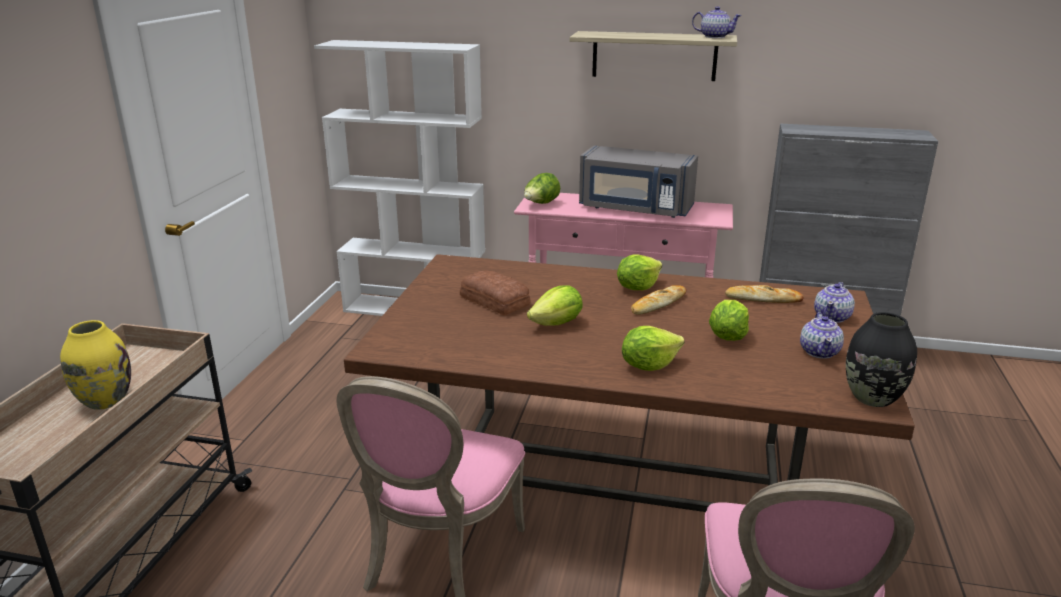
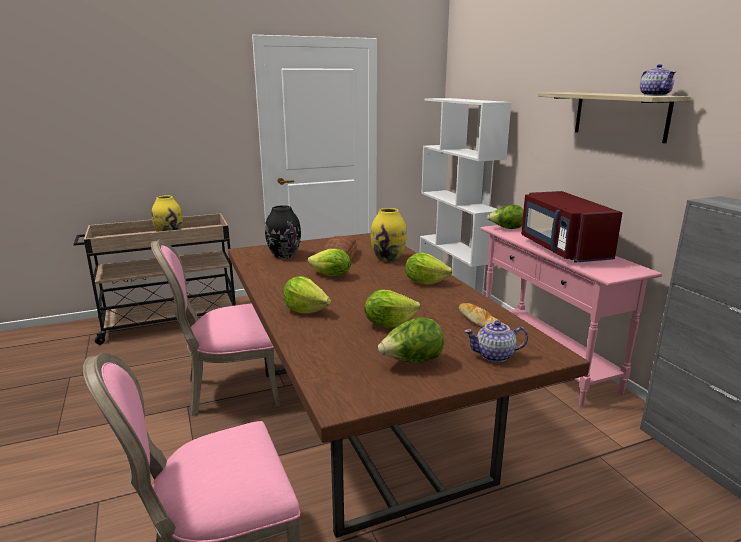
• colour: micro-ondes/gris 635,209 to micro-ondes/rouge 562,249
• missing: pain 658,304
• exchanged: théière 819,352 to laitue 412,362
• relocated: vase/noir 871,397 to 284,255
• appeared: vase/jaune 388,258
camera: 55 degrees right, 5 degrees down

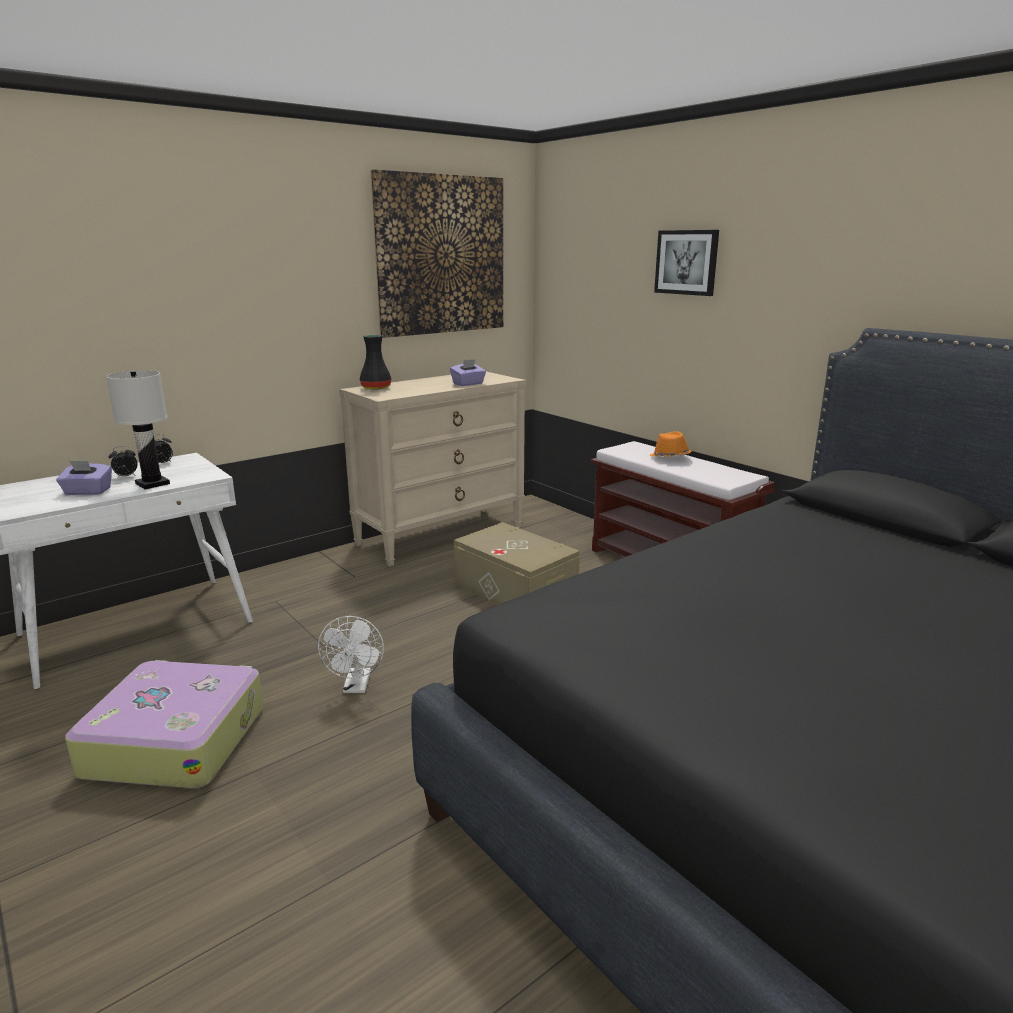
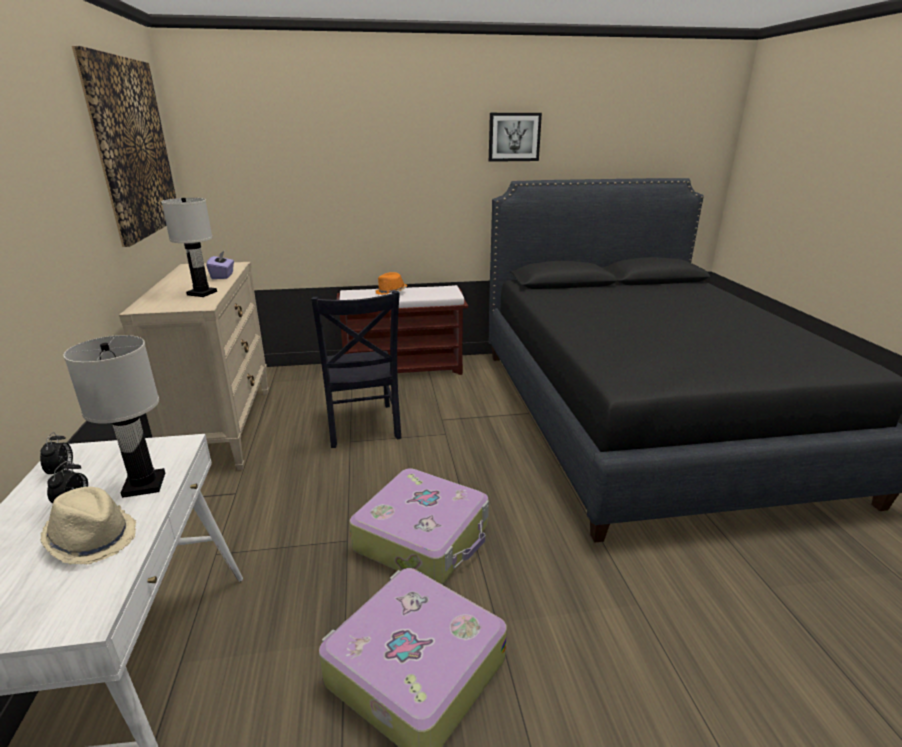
• exchanged: boîte à mouchoirs/violet 87,492 to chapeau/beige 93,538
• exchanged: ventilateur/blanc 356,687 to valise 423,537
• missing: vase/noir 376,388
• exchanged: boîte de rangement/beige 515,589 to chaise/noir 362,427
• relocated: tableau 687,262 to 514,137
• appeared: lampe de table/blanc 201,293
camera: 60 degrees left, 5 degrees up

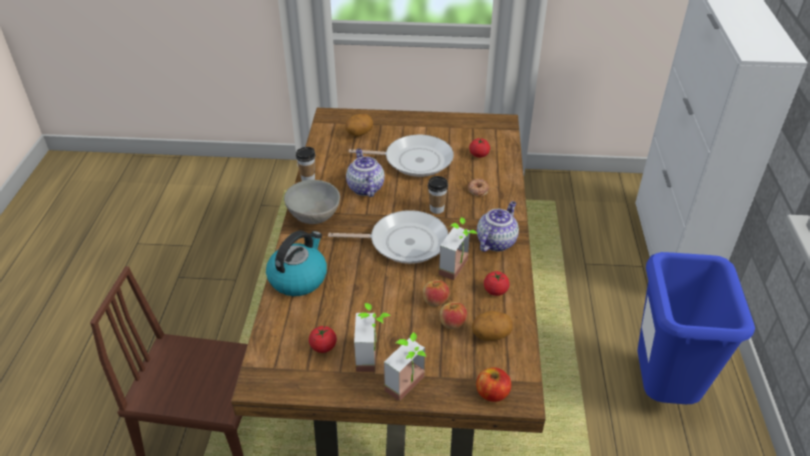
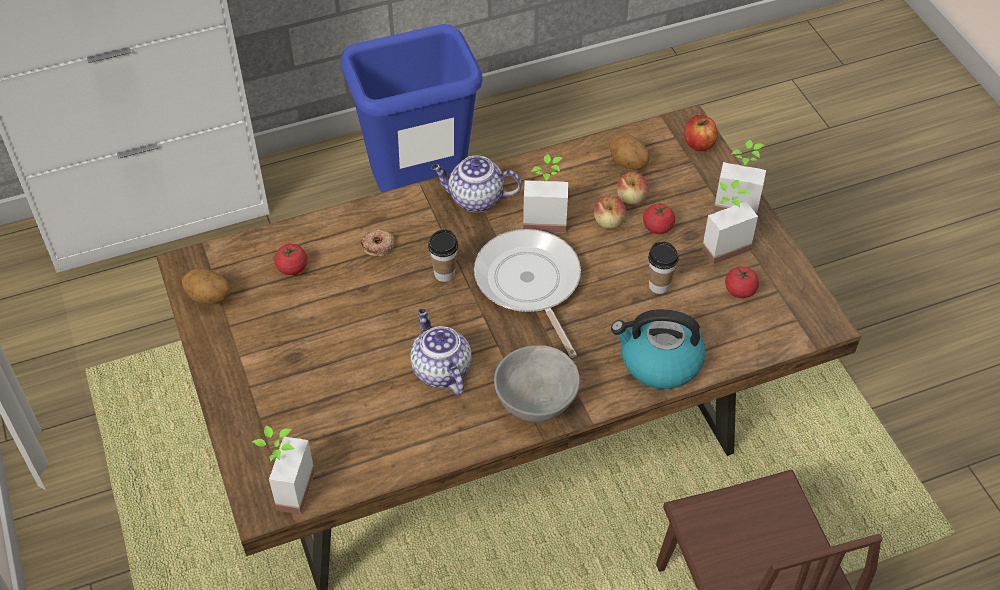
• relocated: tasse 308,179 to 659,286
• relocated: pomme de terre 359,133 to 208,298
• spun: théière 365,187 = 440,370 105 degrees clockwise
• missing: poêle 414,160
• relocated: tomate 495,291 to 657,227
• appeared: plante en pot 285,489
camera: 115 degrees left, 10 degrees up

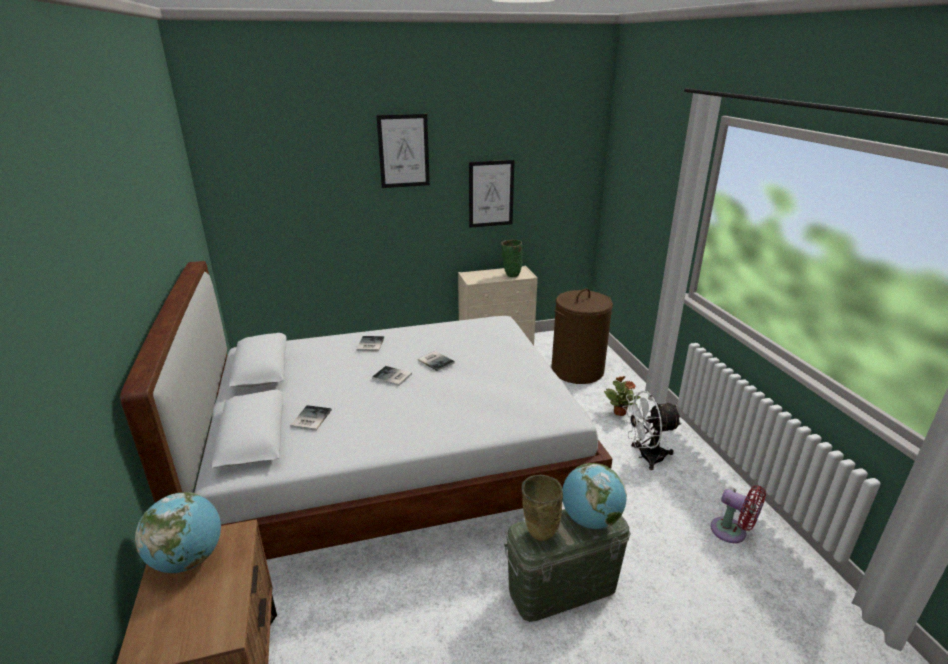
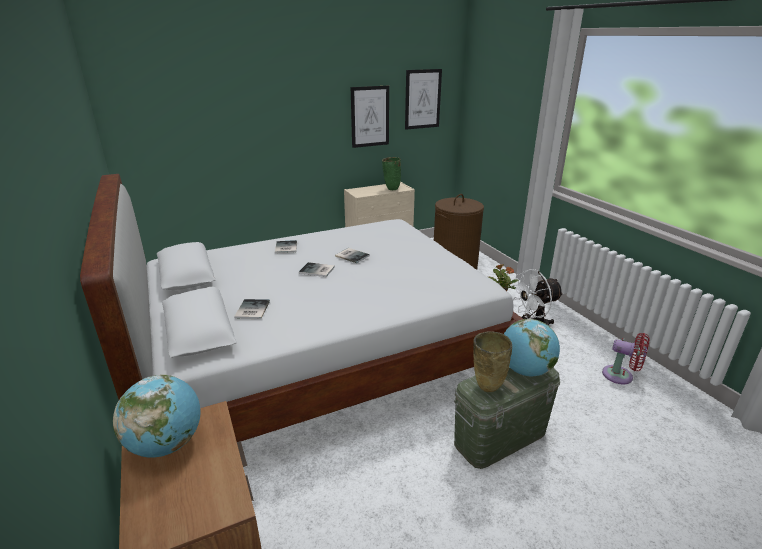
• relocated: tableau 403,151 to 422,99
camera: 10 degrees left, 0 degrees up

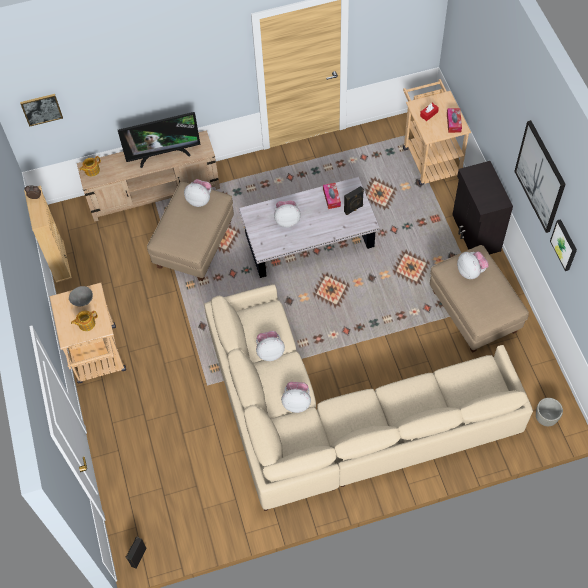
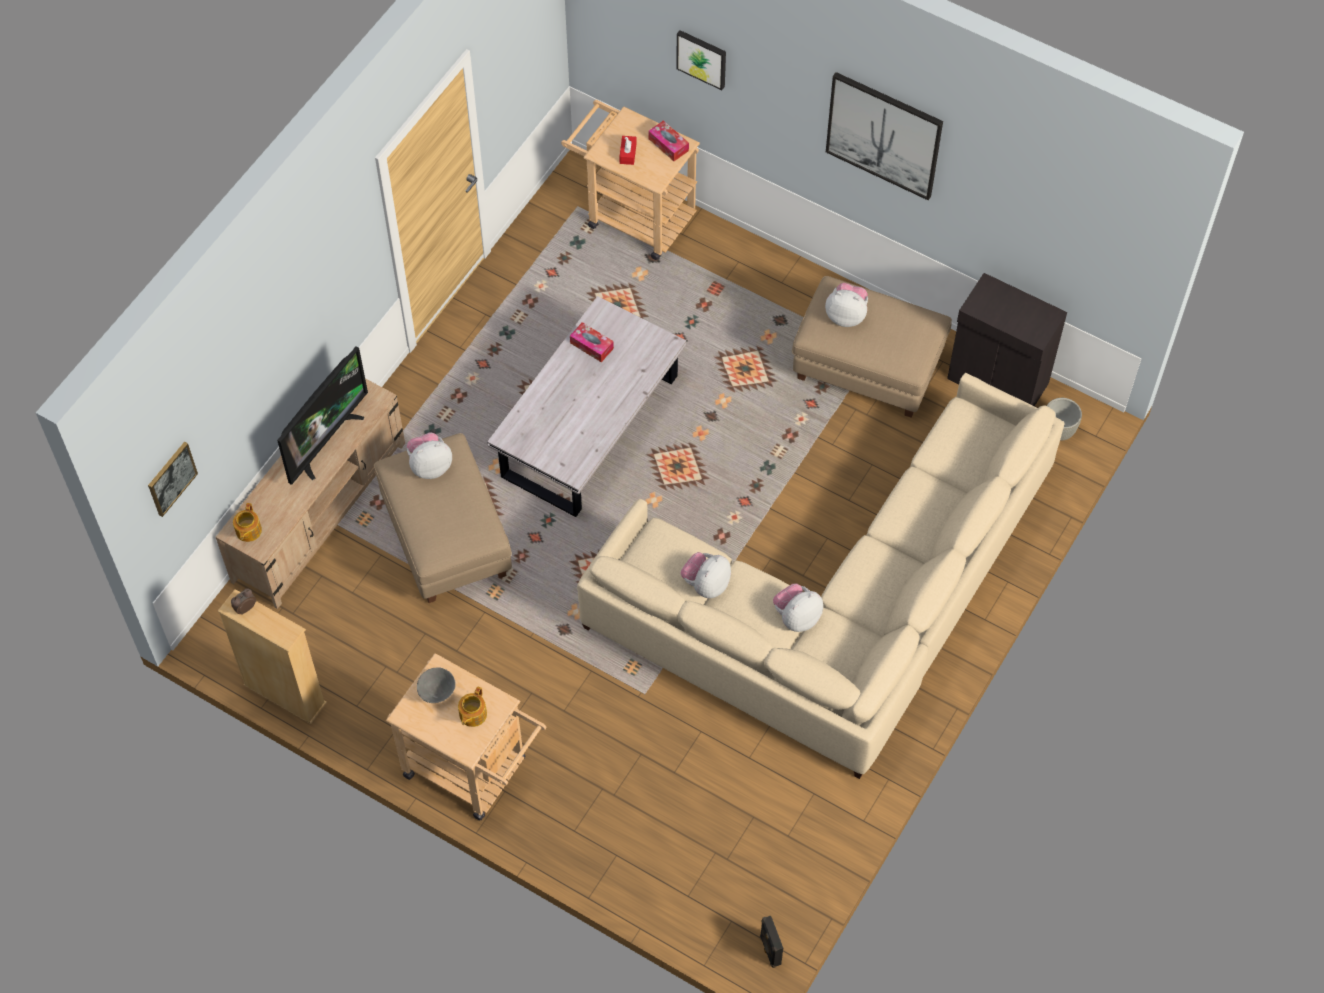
• missing: peluche 287,220
• missing: enceinte/noir 353,209
• relocated: meuble de rangement/noir 475,233 to 997,382
• relocated: tableau 564,244 to 702,58
camera: 45 degrees left, 0 degrees up

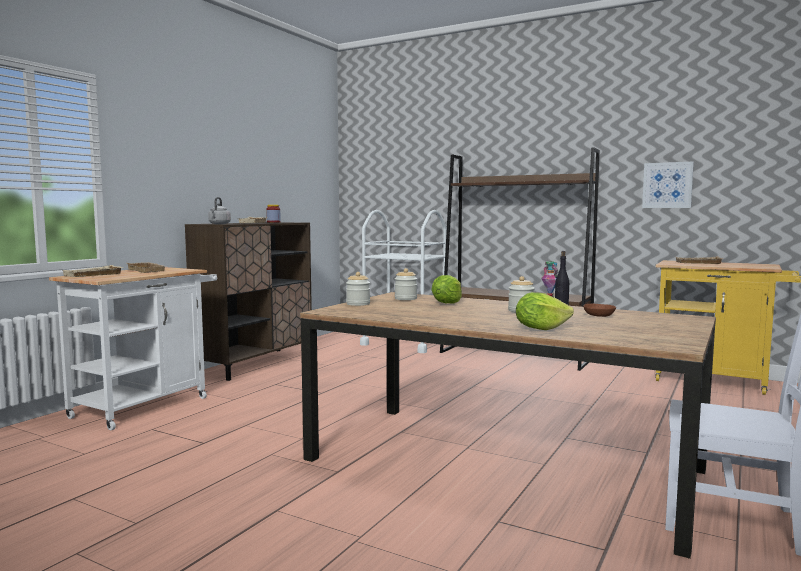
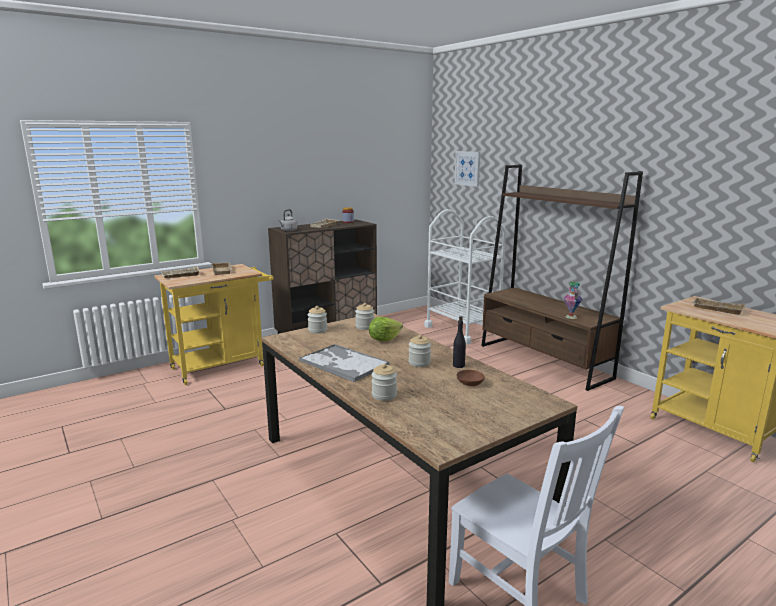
• colour: chariot/blanc 147,405 to chariot/jaune 223,365
• exchanged: laitue 540,328 to bocal 384,395
• relocated: tableau 667,185 to 468,168
• appeared: plateau 343,363
camera: 25 degrees right, 10 degrees up

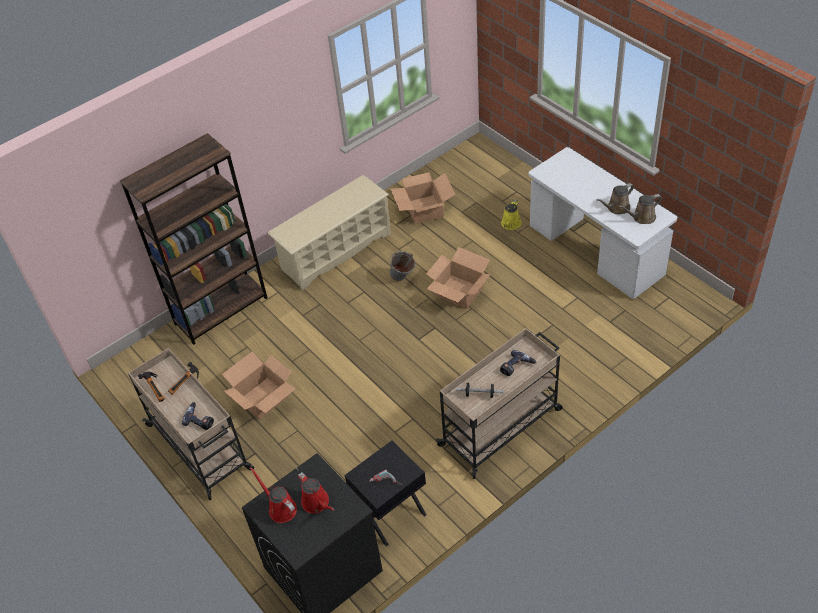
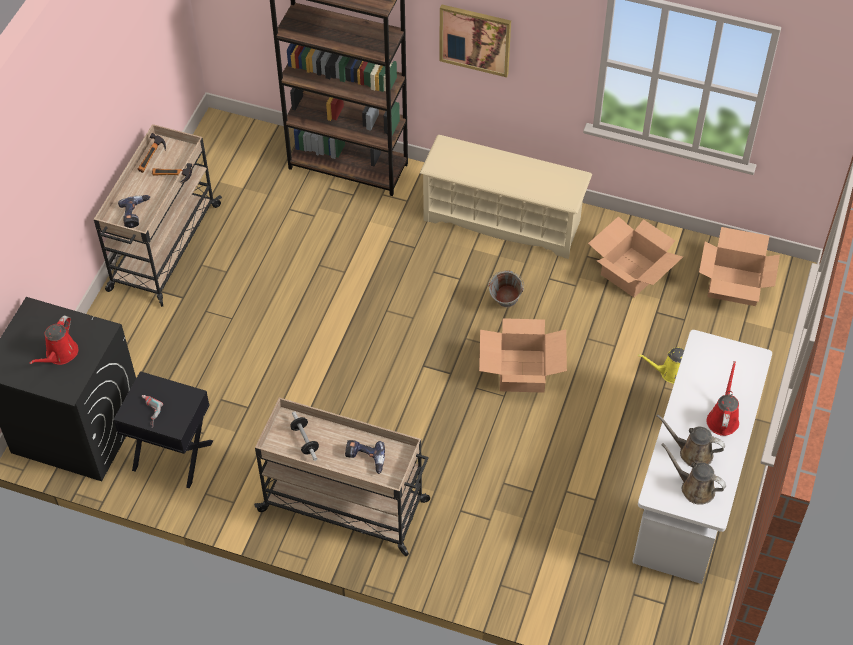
• relocated: carton 264,398 to 734,285
• relocated: arrosoir/rouge 280,508 to 723,418
• appeared: tableau 475,39
camera: 55 degrees right, 5 degrees up

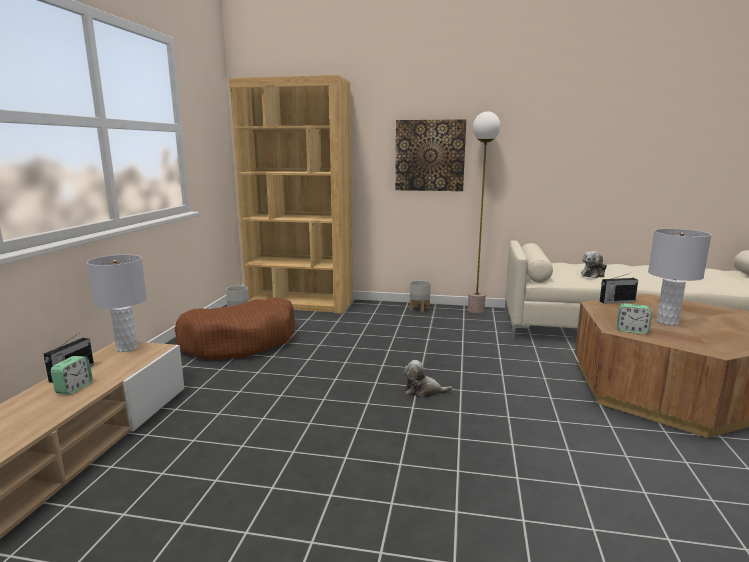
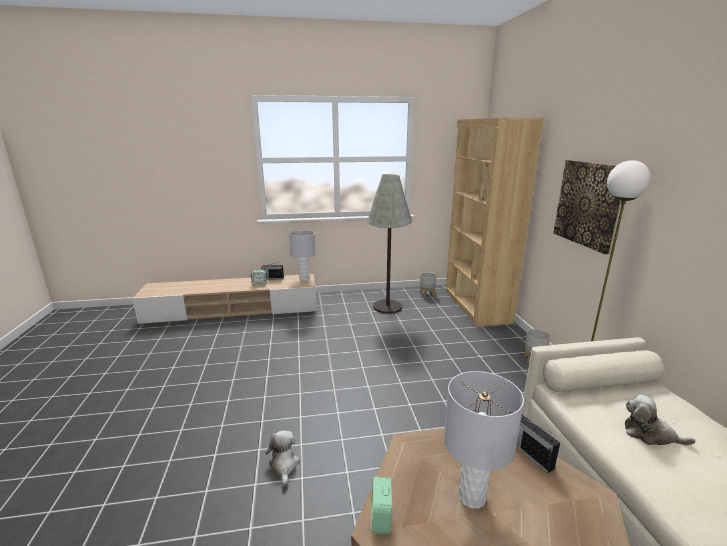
• exchanged: panier pour chien/marron 240,342 to lampadaire/gris 387,307
• relocated: peluche 423,391 to 284,465
• relocated: réveil 632,330 to 381,517
camera: 70 degrees right, 5 degrees up

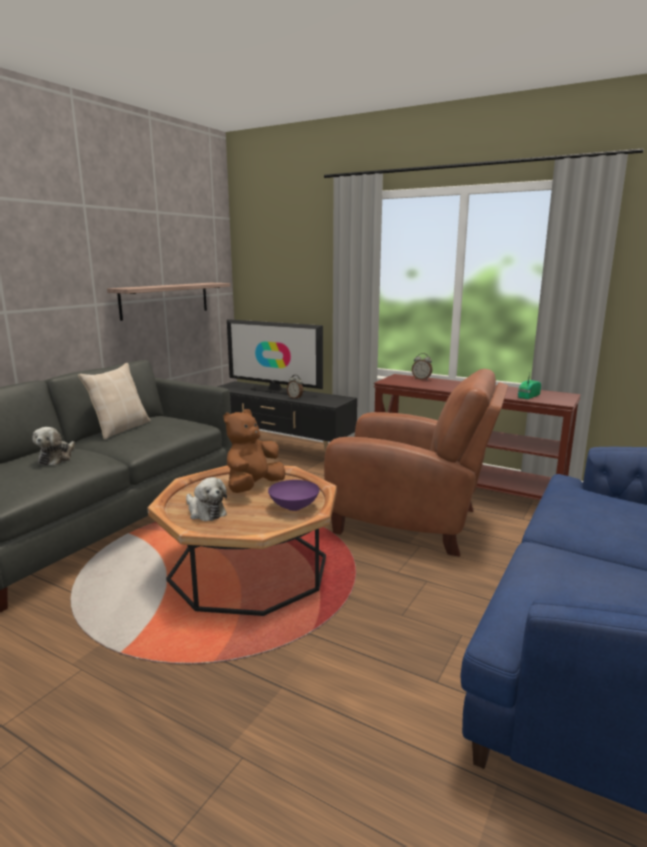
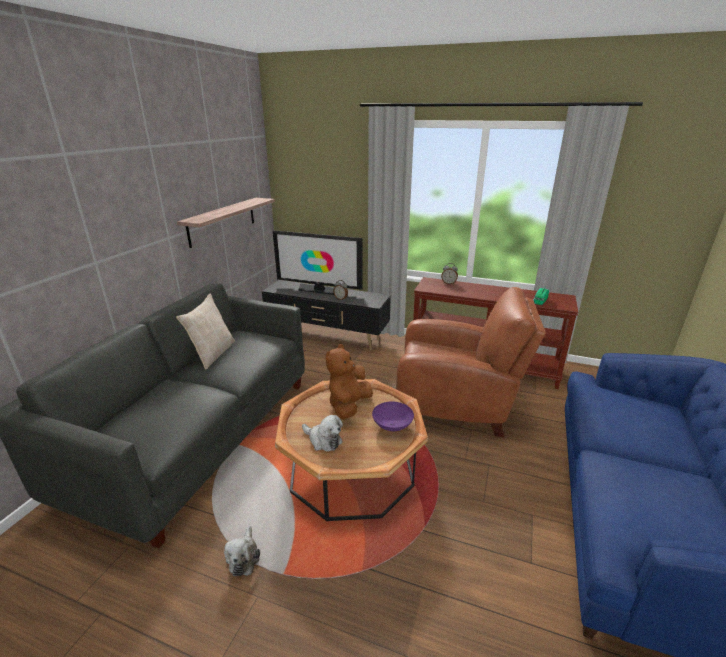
• relocated: peluche 56,458 to 244,557
camera: 10 degrees left, 10 degrees up

